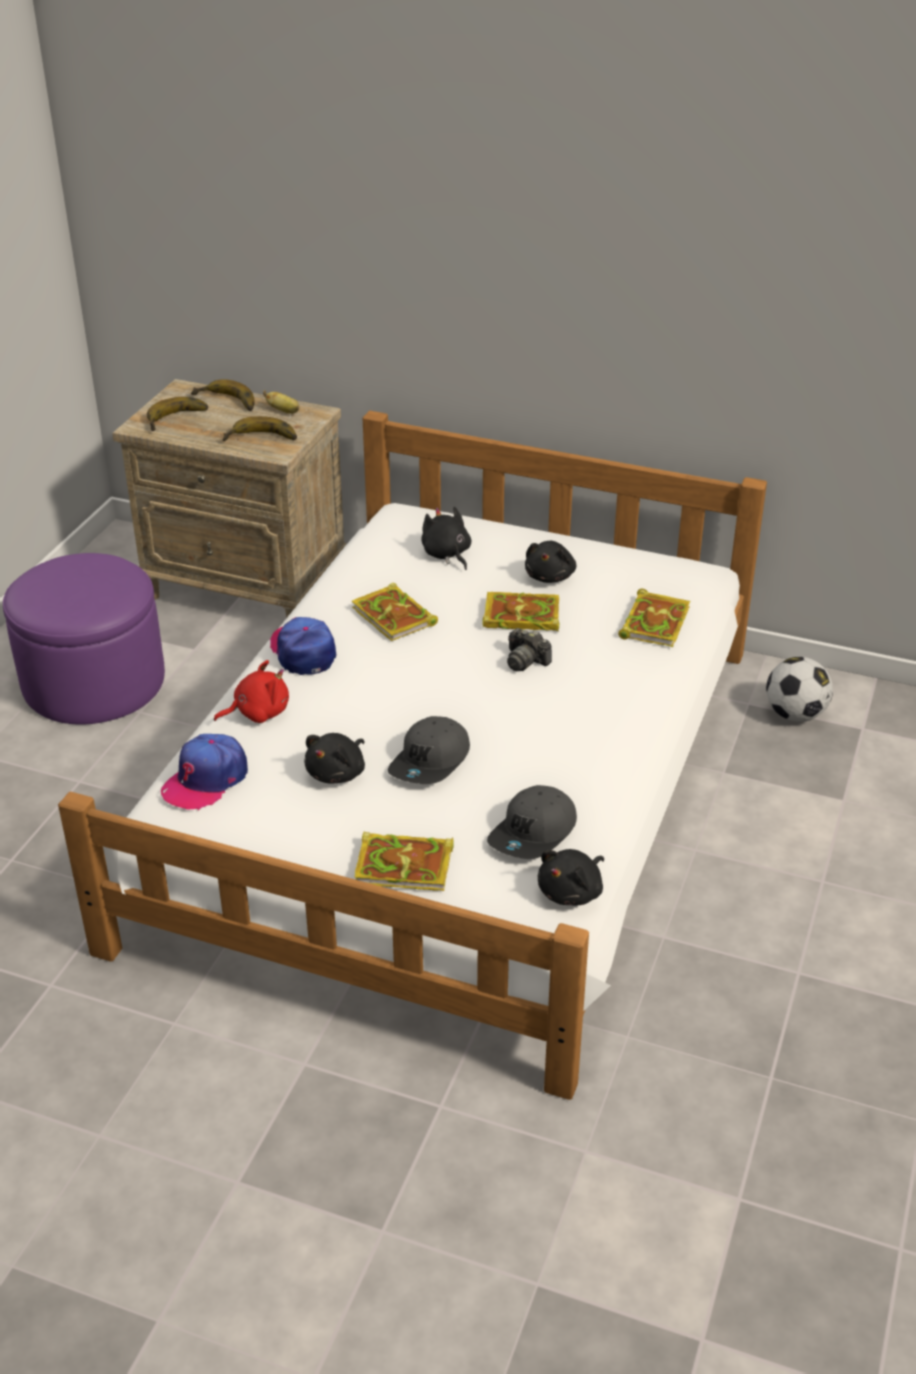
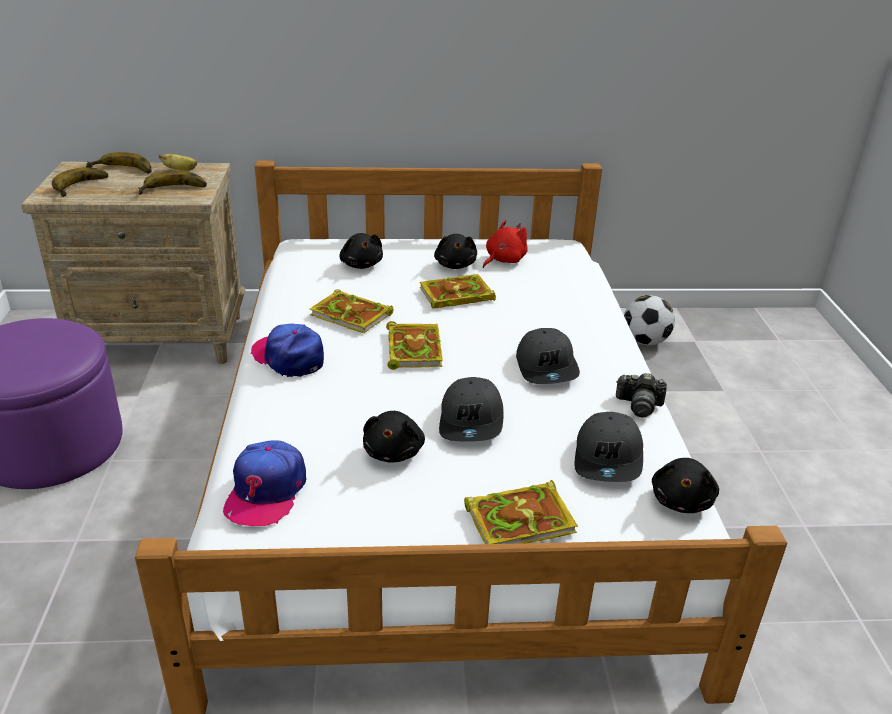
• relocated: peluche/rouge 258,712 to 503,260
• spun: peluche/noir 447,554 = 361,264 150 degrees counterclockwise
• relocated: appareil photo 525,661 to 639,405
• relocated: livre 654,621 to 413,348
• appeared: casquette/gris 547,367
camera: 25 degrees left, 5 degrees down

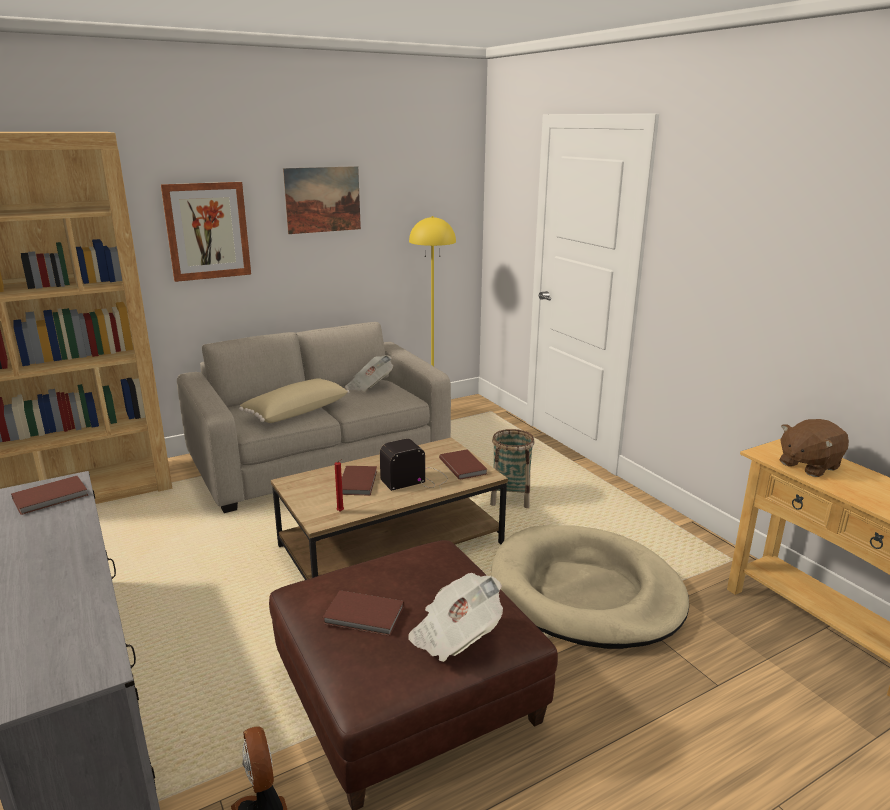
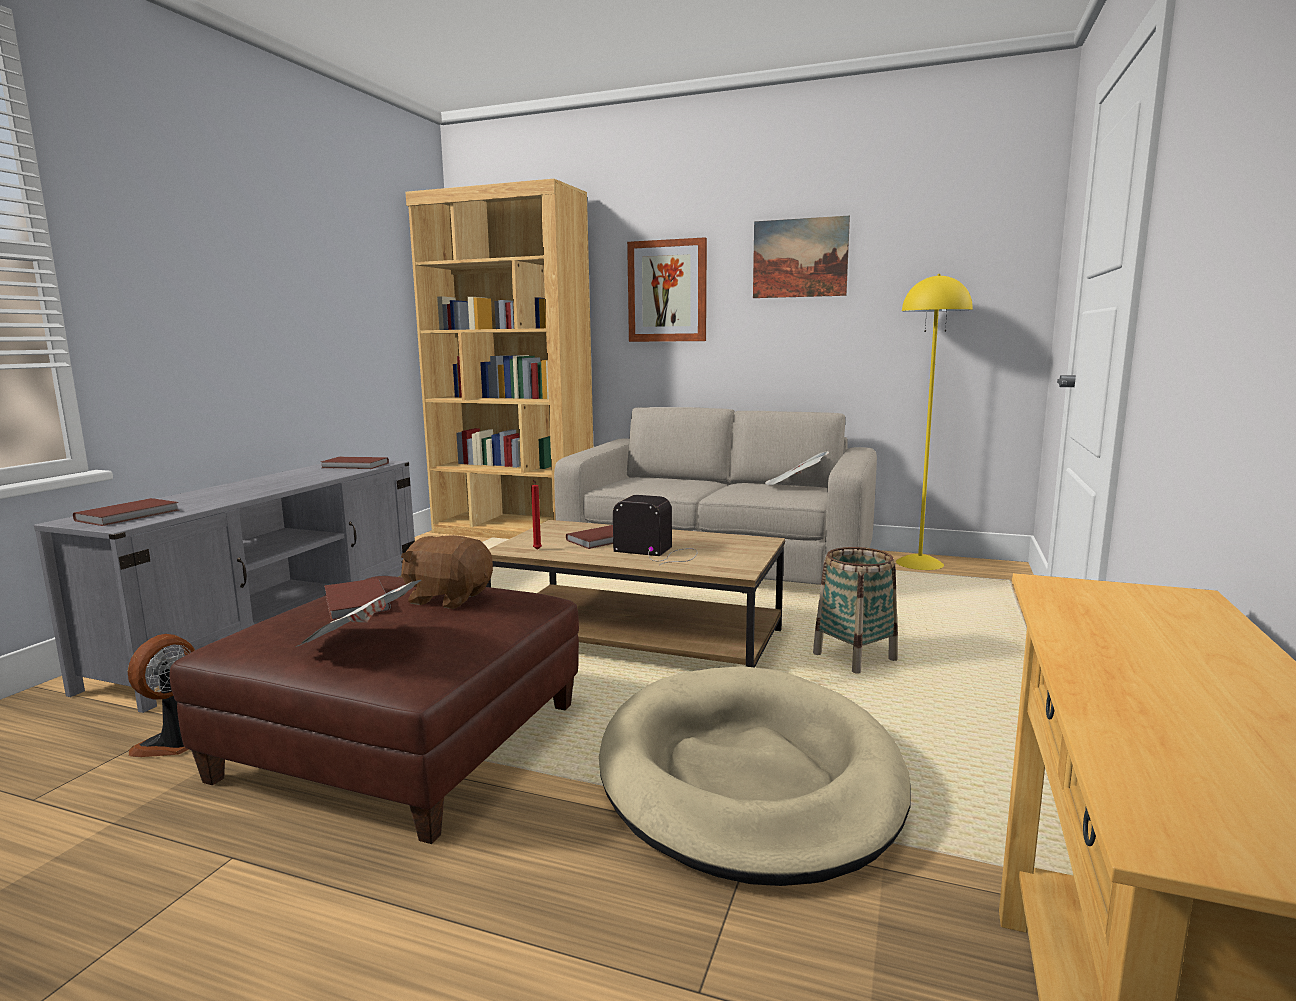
• missing: coussin/beige 295,411
• relocated: livre/marron 463,466 to 130,515
• relocated: peluche/marron 808,465 to 448,598
camera: 50 degrees right, 10 degrees down

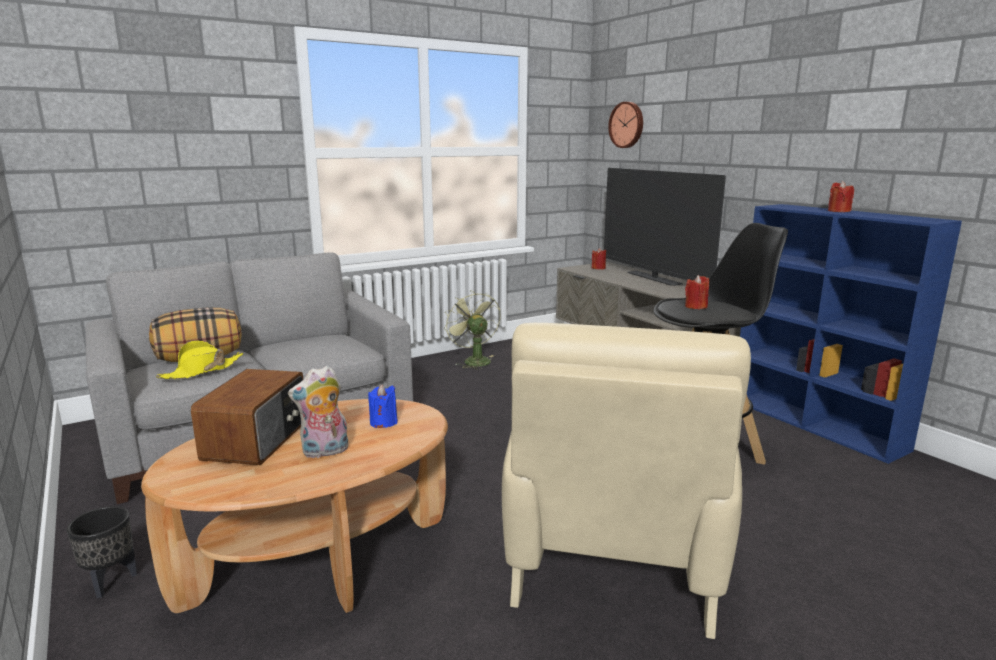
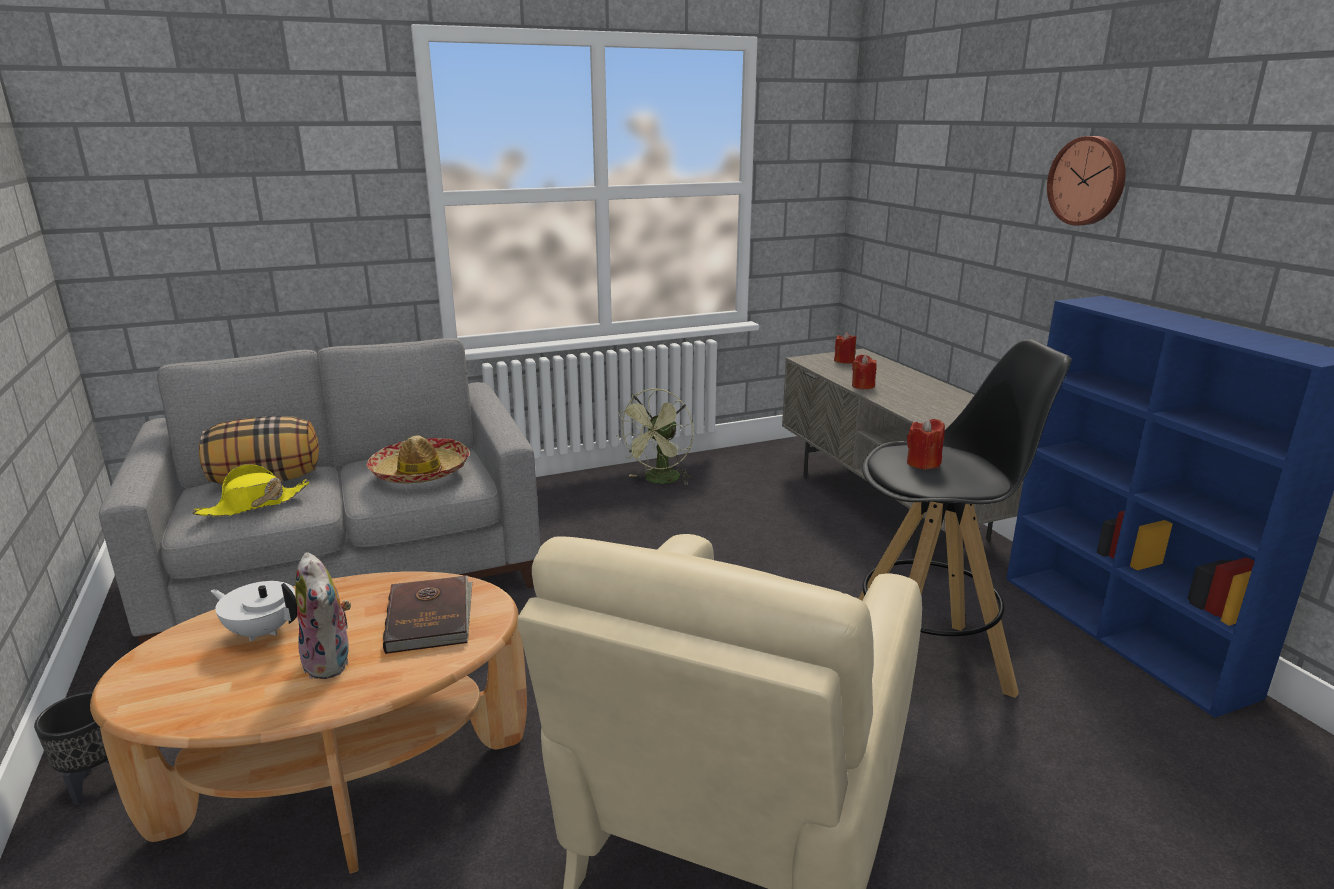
• exchanged: radio 258,439 to théière/blanc 262,631
• spun: peluche 325,452 = 331,662 105 degrees counterclockwise
• exchanged: bougie/bleu 383,422 to livre/marron 430,617
• spun: ventilateur/vert 473,360 = 659,480 135 degrees counterclockwise
• missing: téléviseur 653,278
• relocated: horloge murale 627,125 to 1088,181
• relocated: bougie/rouge 838,211 to 862,386
• appeared: chapeau 420,472
camera: 10 degrees right, 5 degrees up

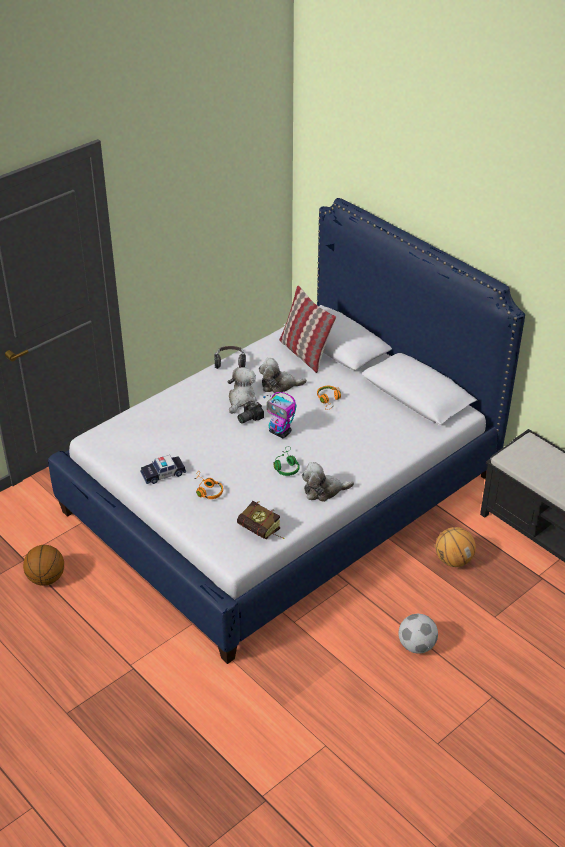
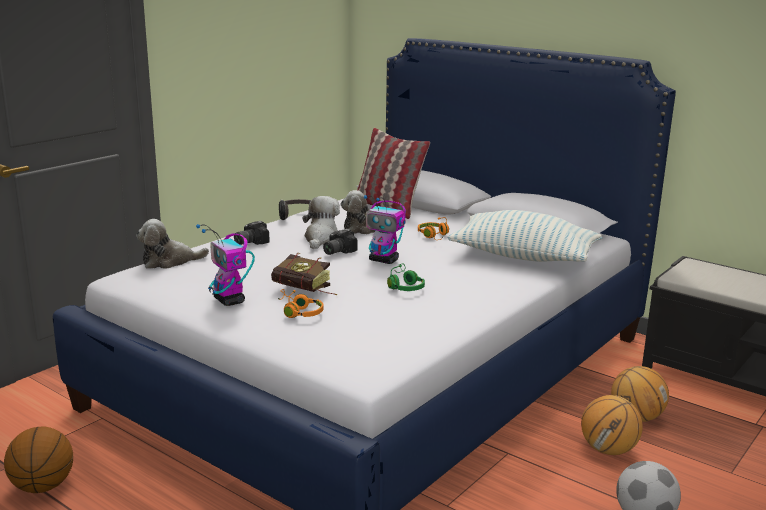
• exchanged: petite voiture 163,474 to robot jouet 229,301
• relocated: livre 262,532 to 306,292
• relocated: peluche 324,490 to 169,261
• appeared: appareil photo 249,242
• appeared: coussin 523,256
• appeared: ballon de basket 608,450
camera: 10 degrees left, 20 degrees down

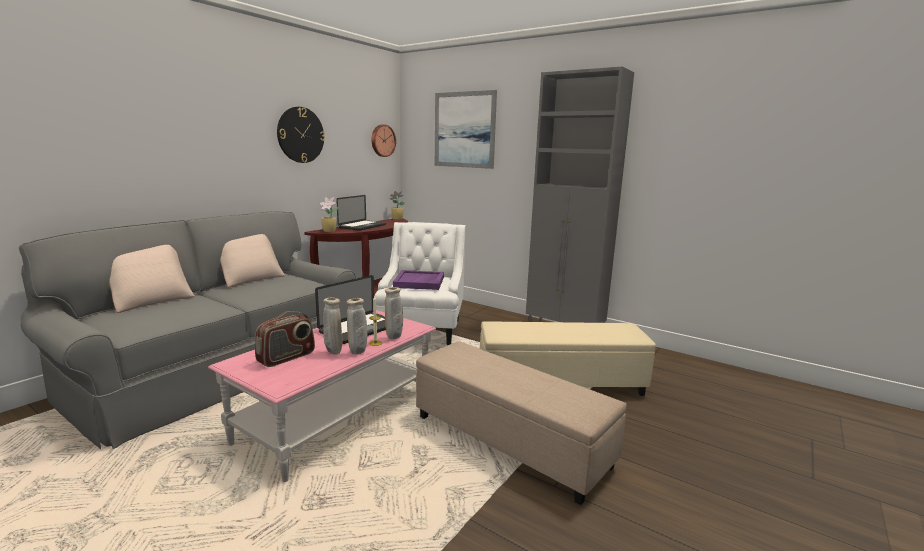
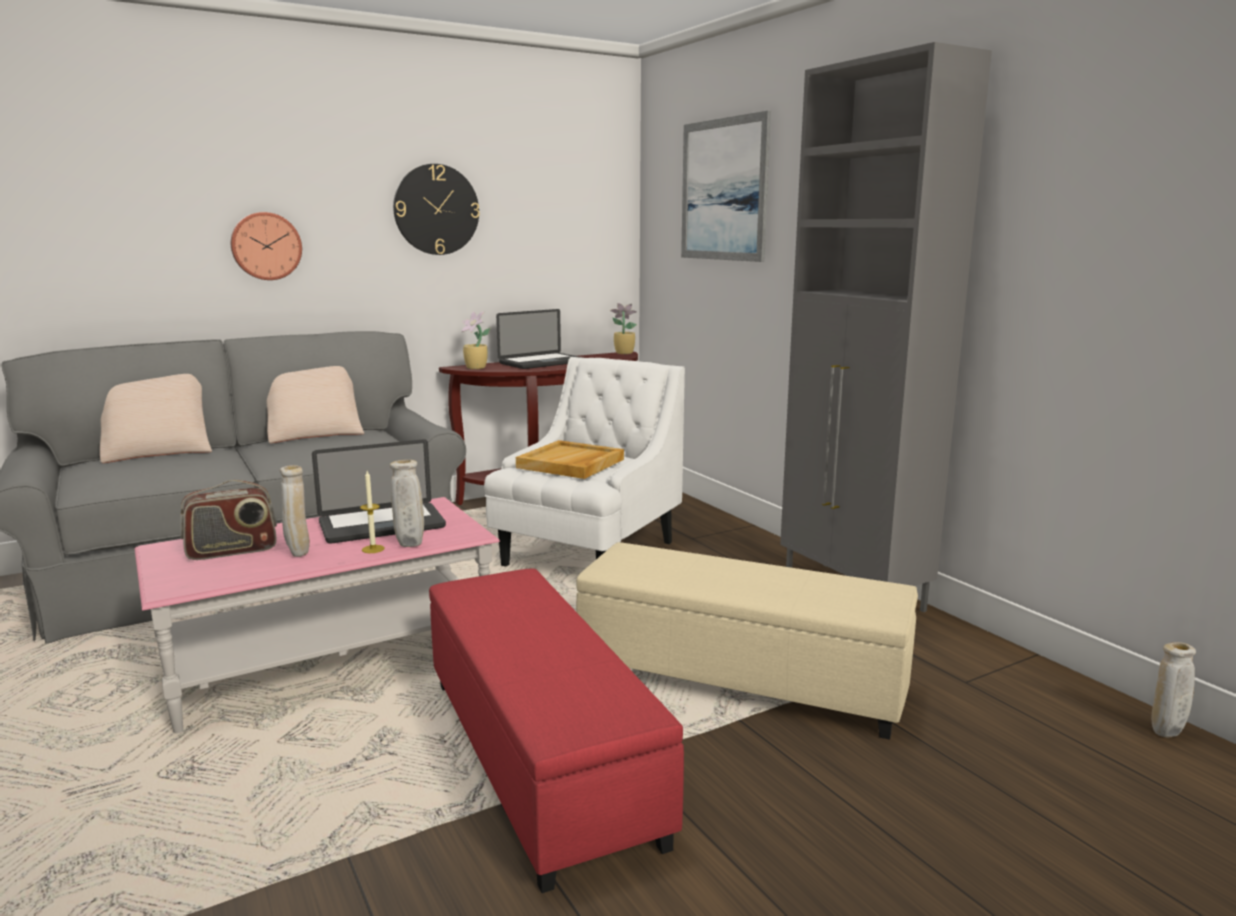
• relocated: vase/beige 358,353 to 1166,734
• relocated: horloge murale 382,140 to 266,246
• colour: plateau/violet 419,282 to plateau/beige 571,464
• colour: pouf/beige 510,440 to pouf/rouge 541,756
camera: 25 degrees right, 0 degrees up

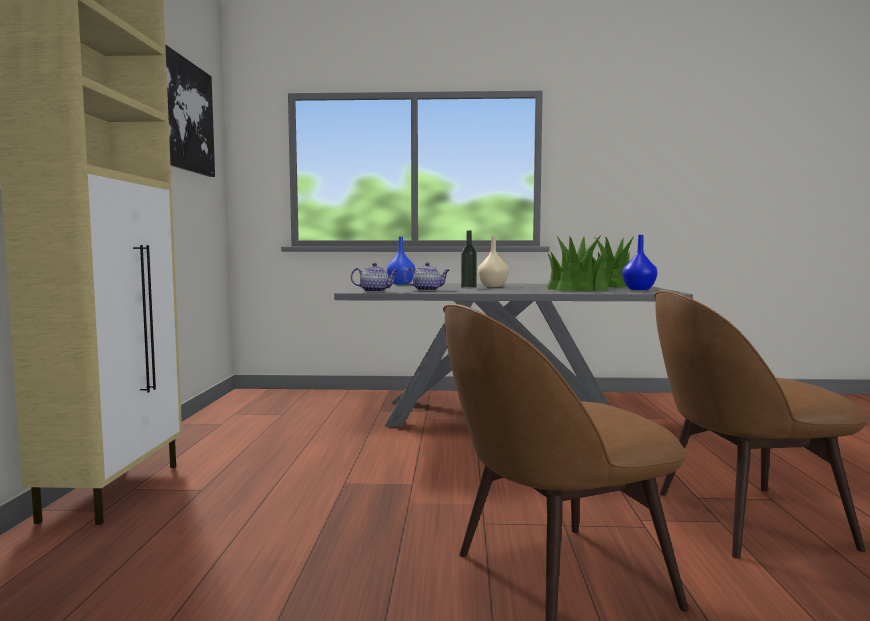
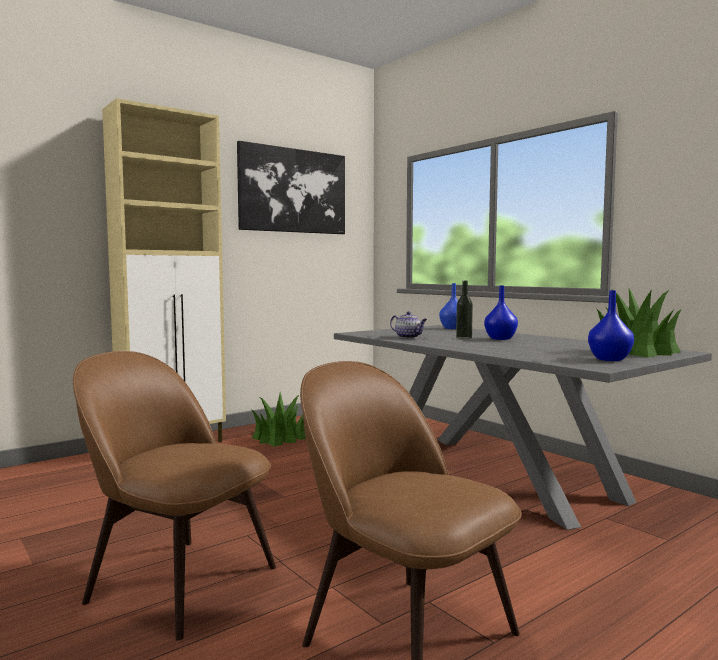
• missing: théière 375,291
• colour: vase/beige 492,286 to vase/bleu 499,338
• relocated: plante en pot 576,289 to 280,438
camera: 50 degrees right, 0 degrees up

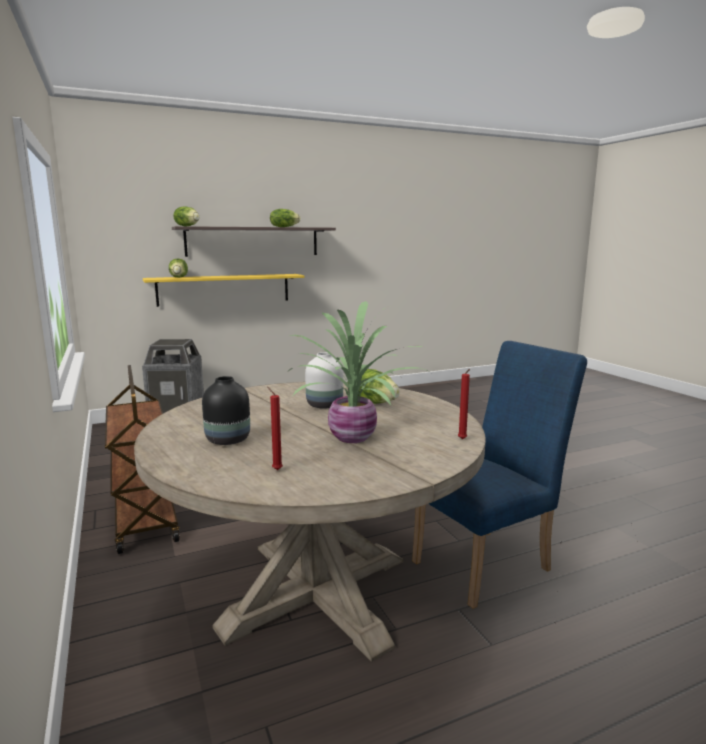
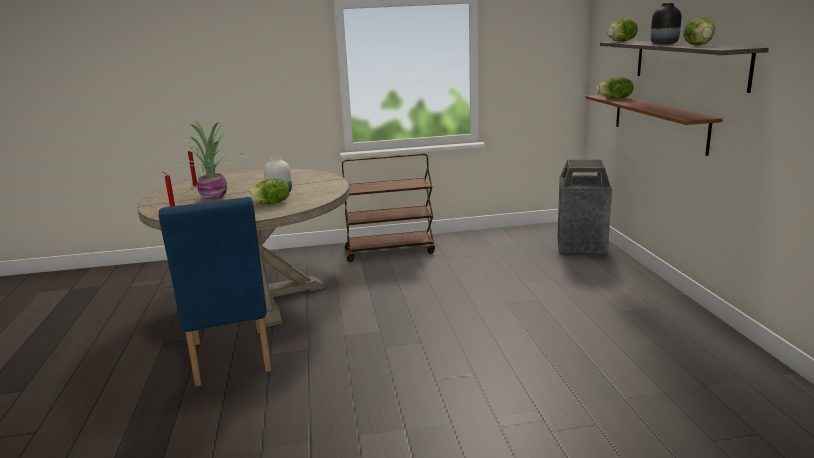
• colour: étagère/jaune 224,289 to étagère/marron 658,121
• relocated: vase/noir 226,440 to 663,44
camera: 105 degrees right, 5 degrees up

